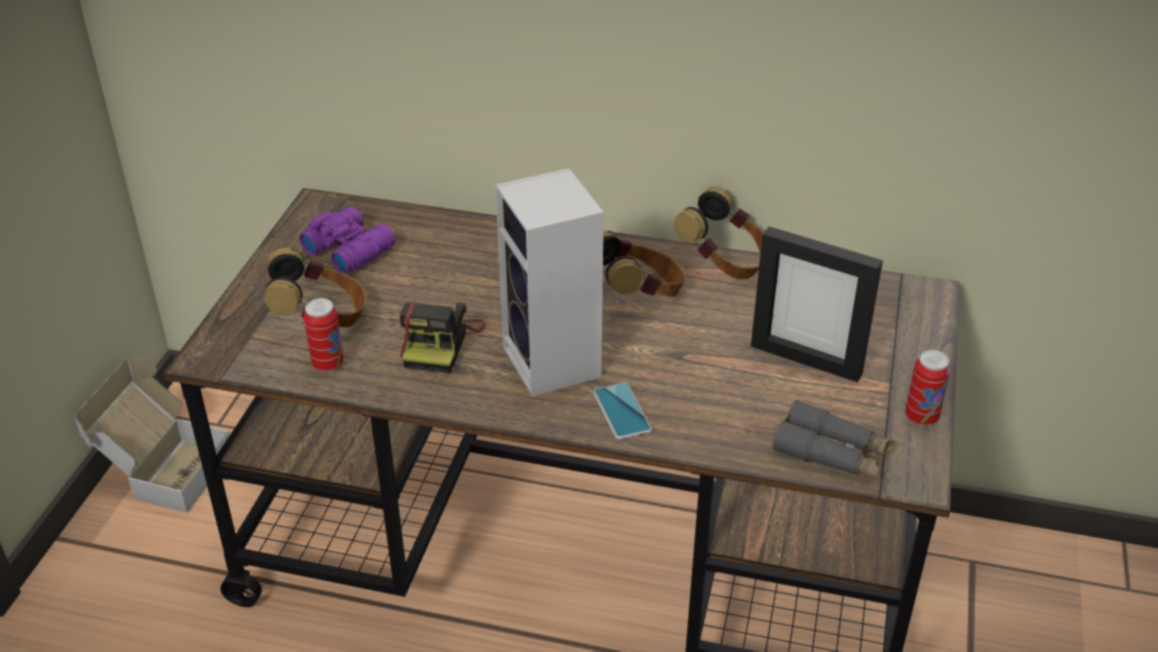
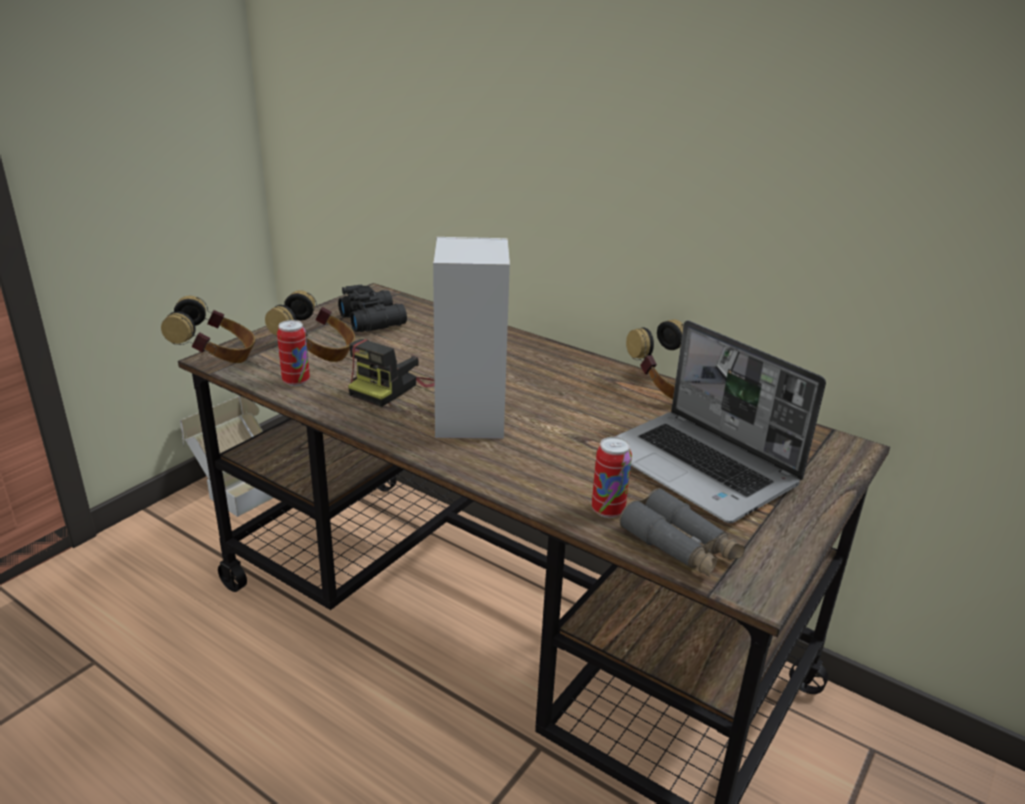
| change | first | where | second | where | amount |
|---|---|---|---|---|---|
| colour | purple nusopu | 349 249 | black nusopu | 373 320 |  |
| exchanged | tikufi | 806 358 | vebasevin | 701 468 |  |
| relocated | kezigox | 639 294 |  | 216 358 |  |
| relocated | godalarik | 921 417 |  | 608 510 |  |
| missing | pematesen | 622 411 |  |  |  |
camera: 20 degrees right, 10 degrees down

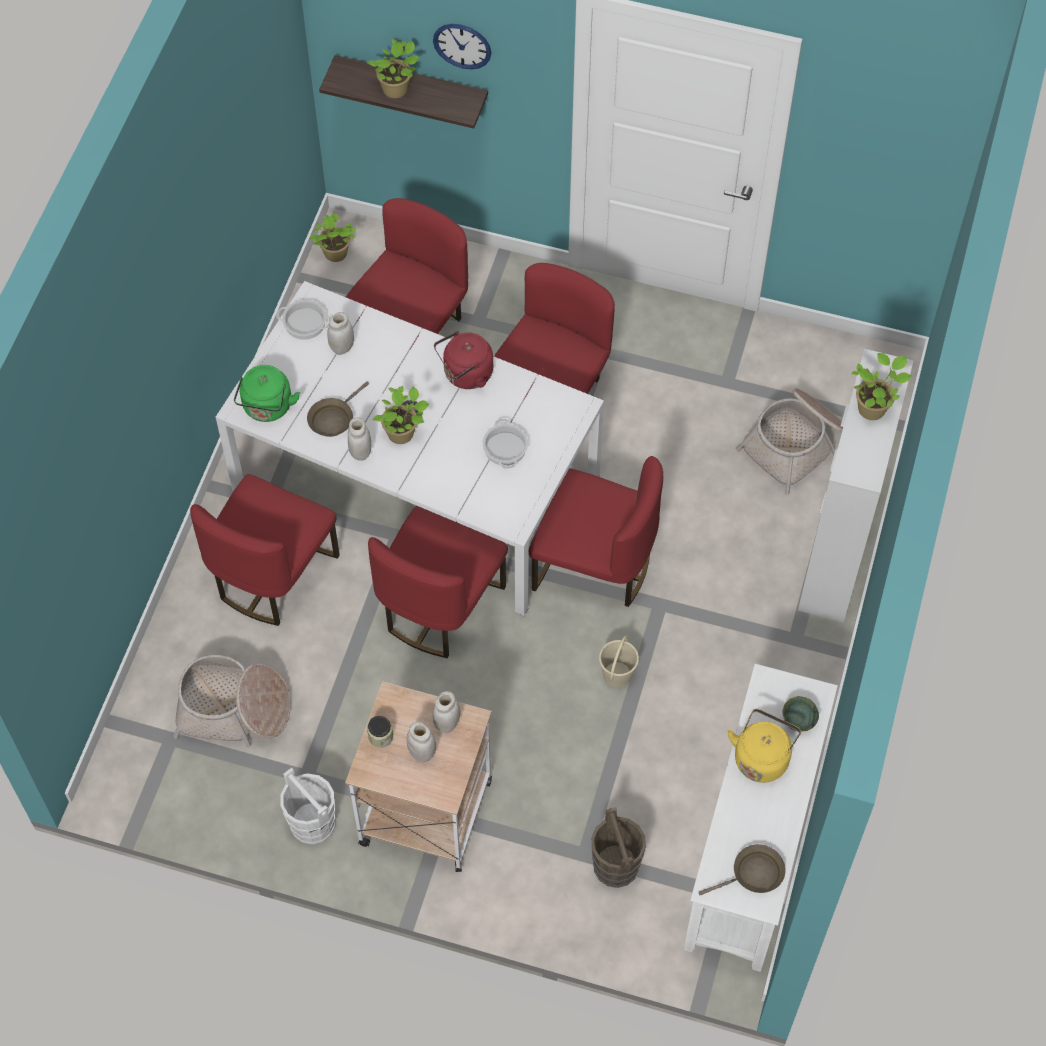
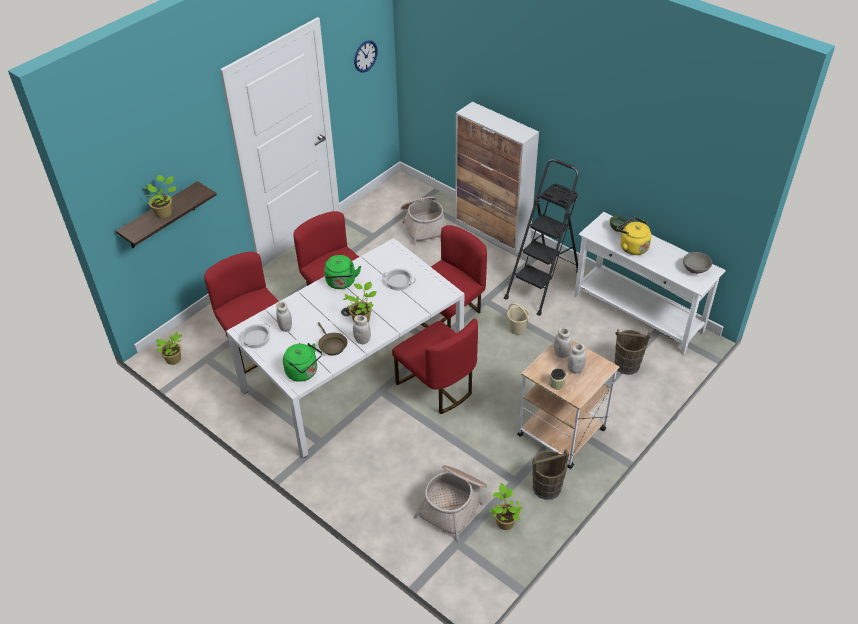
| change | first | where | second | where | amount |
|---|---|---|---|---|---|
| relocated | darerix | 462 45 |  | 365 56 |  |
| colour | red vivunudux | 465 375 | green vivunudux | 341 283 |  |
| relocated | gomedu | 873 407 |  | 504 521 |  |
| missing | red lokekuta | 272 574 |  |  |  |
| colour | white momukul | 312 822 | brown momukul | 546 487 |  |
| exchanged | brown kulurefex | 753 874 | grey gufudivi | 695 269 |  |
| appeared |  |  | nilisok | 543 283 |  |
camera: 65 degrees left, 15 degrees down

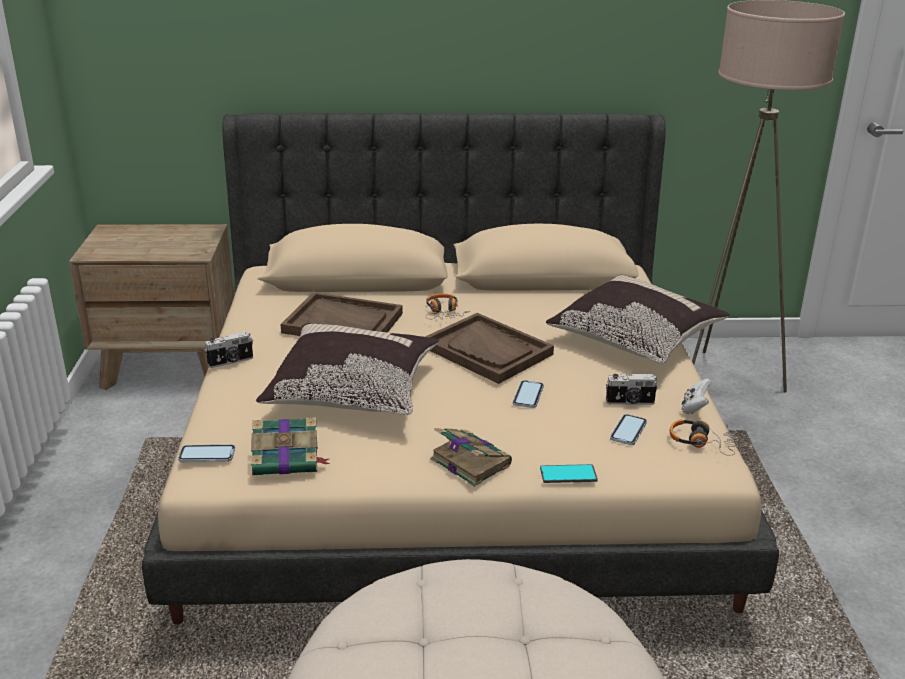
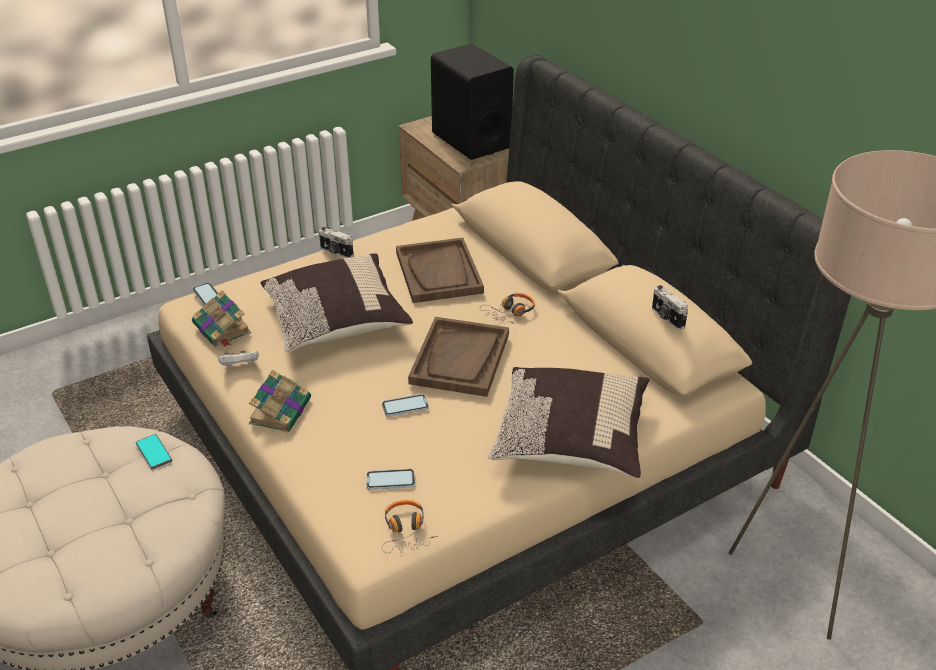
| change | first | where | second | where | amount |
|---|---|---|---|---|---|
| relocated | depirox | 630 402 |  | 667 318 |  |
| relocated | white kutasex | 694 408 |  | 240 366 |  |
| relocated | pematesen | 568 474 |  | 154 452 |  |
| appeared |  |  | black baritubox | 470 140 |  |
camera: 60 degrees right, 10 degrees up

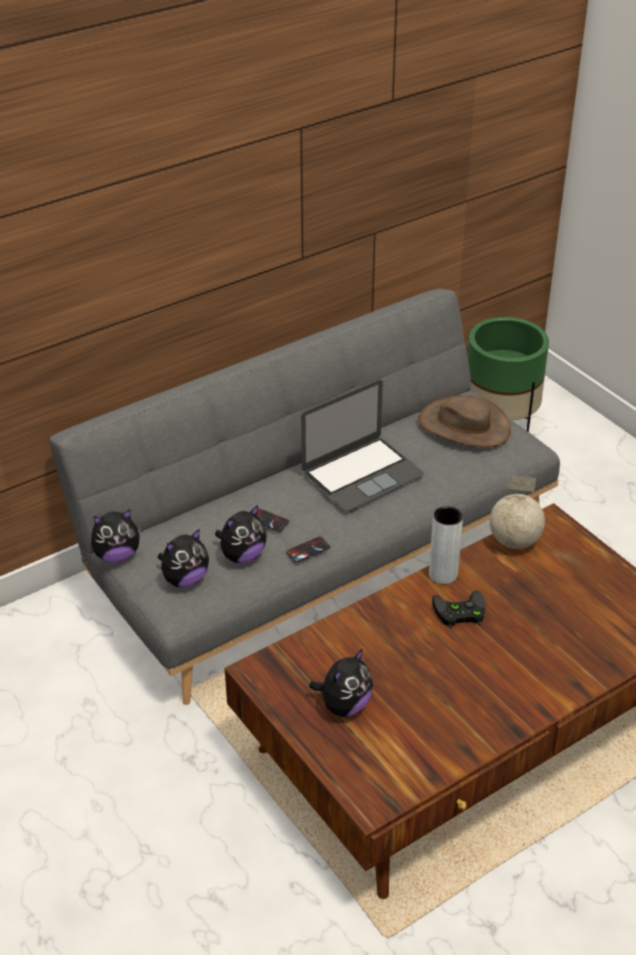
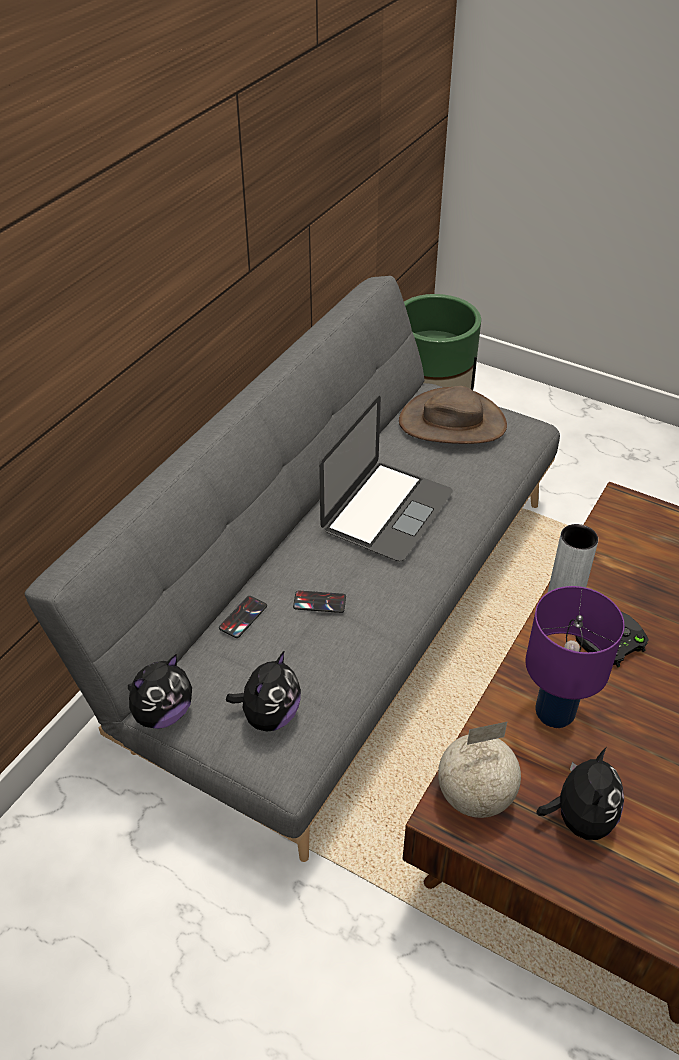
| change | first | where | second | where | amount |
|---|---|---|---|---|---|
| relocated | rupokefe | 515 542 |  | 476 797 |  |
| missing | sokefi | 242 555 |  |  |  |
| relocated | pematesen | 308 550 |  | 243 617 |  |
| appeared |  |  | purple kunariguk | 552 713 |  |
camera: 25 degrees left, 5 degrees up

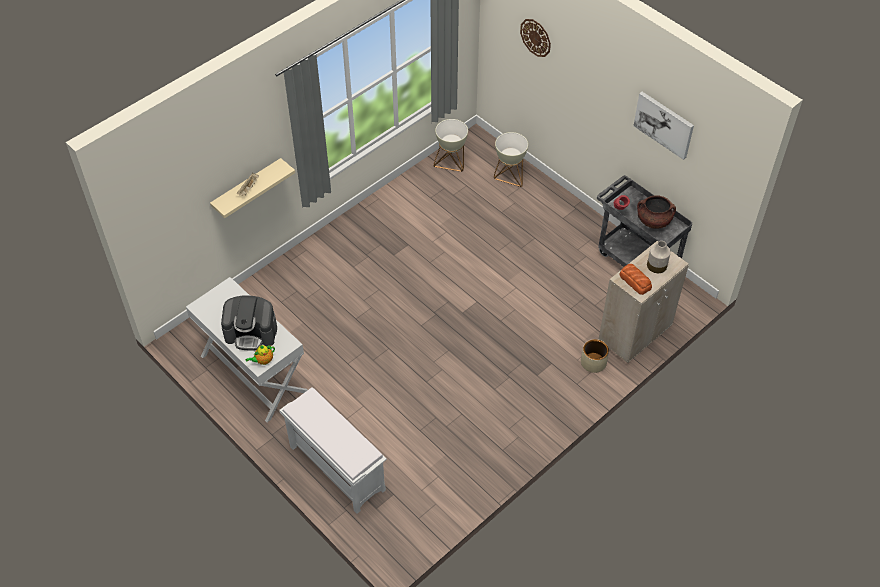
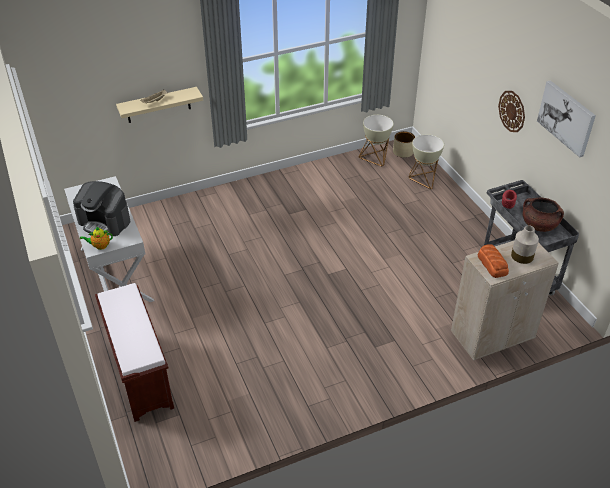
| change | first | where | second | where | amount |
|---|---|---|---|---|---|
| relocated | darerix | 535 37 |  | 512 111 |  |
| relocated | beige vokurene | 593 362 |  | 403 152 |  |
| colour | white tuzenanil | 336 468 | brown tuzenanil | 139 373 |  |
camera: 20 degrees right, 10 degrees down

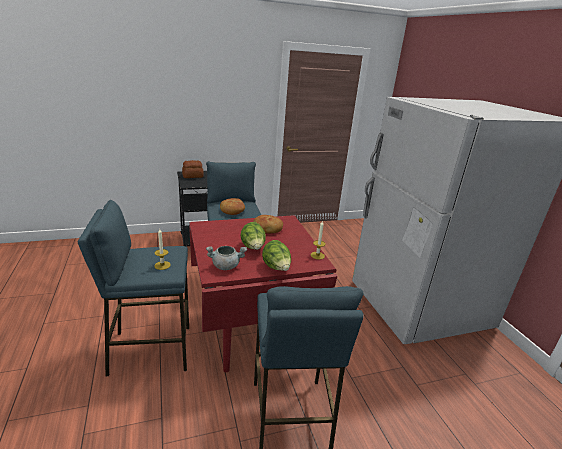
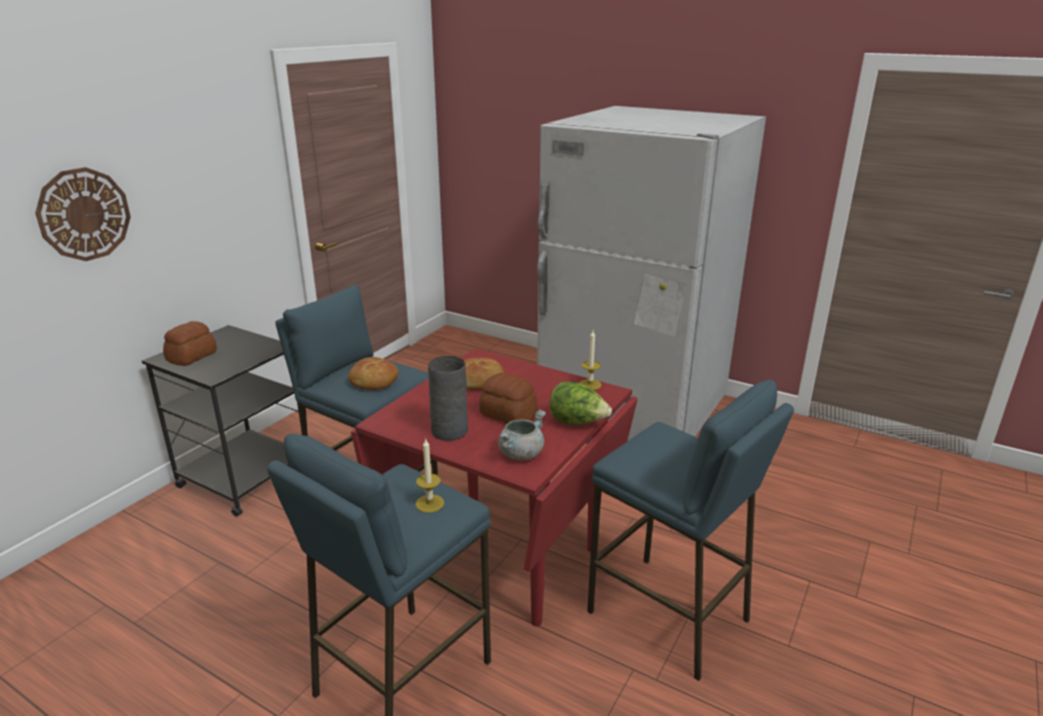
| change | first | where | second | where | amount |
|---|---|---|---|---|---|
| exchanged | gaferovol | 253 248 | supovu | 508 414 |  |
| appeared |  |  | darerix | 84 214 |  |
| appeared |  |  | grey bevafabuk | 448 431 |  |
camera: 40 degrees left, 0 degrees up

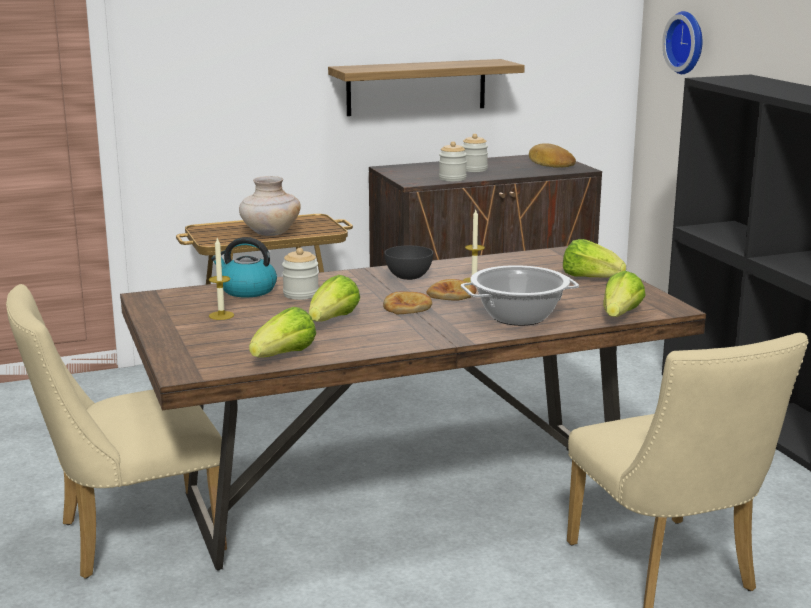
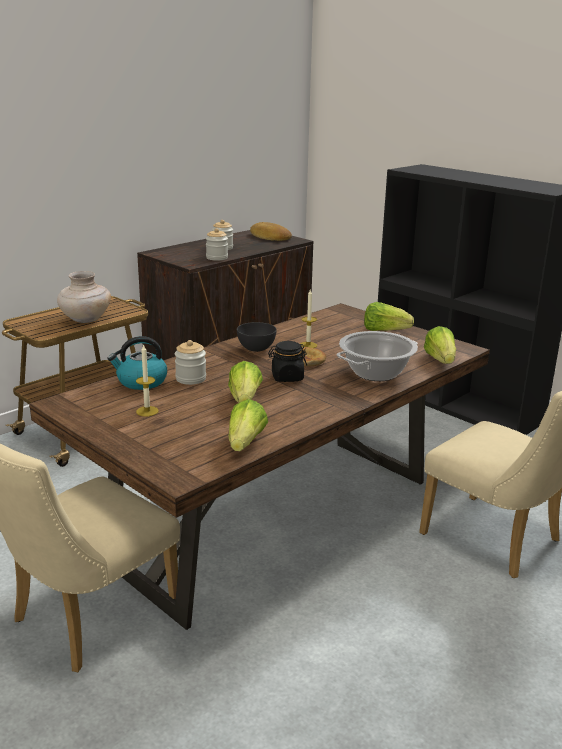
| change | first | where | second | where | amount |
|---|---|---|---|---|---|
| missing | darerix | 687 42 |  |  |  |
| missing | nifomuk | 416 87 |  |  |  |
| exchanged | supovu | 407 307 | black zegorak | 287 377 |  |
camera: 25 degrees left, 5 degrees up

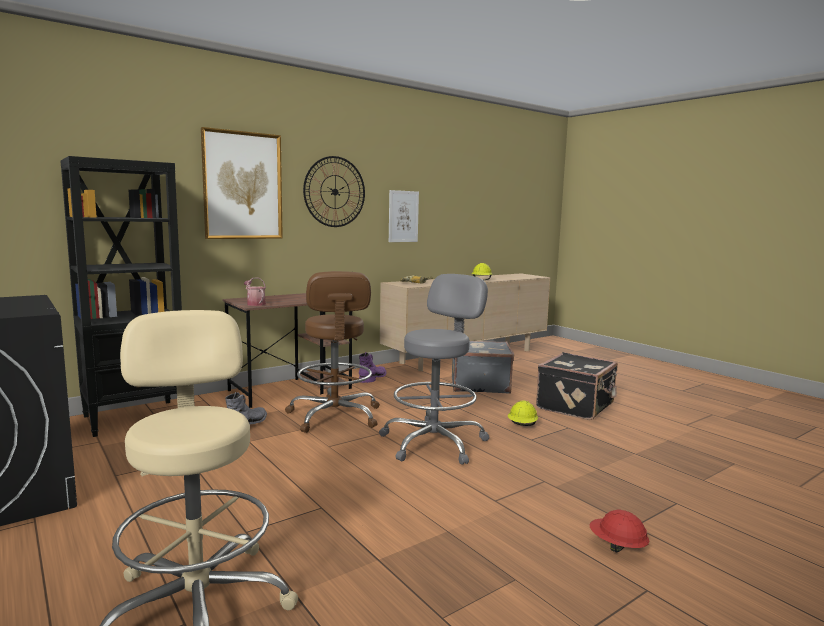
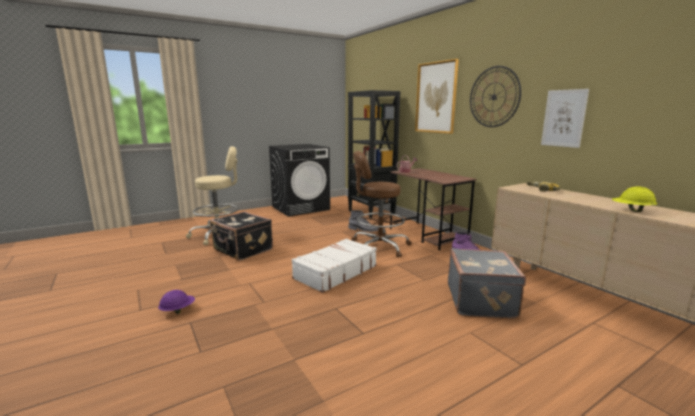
| change | first | where | second | where | amount |
|---|---|---|---|---|---|
| exchanged | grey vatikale | 434 442 | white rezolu | 335 272 |  |
| relocated | black rezolu | 576 406 |  | 242 250 |  |
| missing | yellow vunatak | 522 425 |  |  |  |
| colour | red vunatak | 617 546 | purple vunatak | 178 310 |  |
camera: 95 degrees right, 5 degrees up

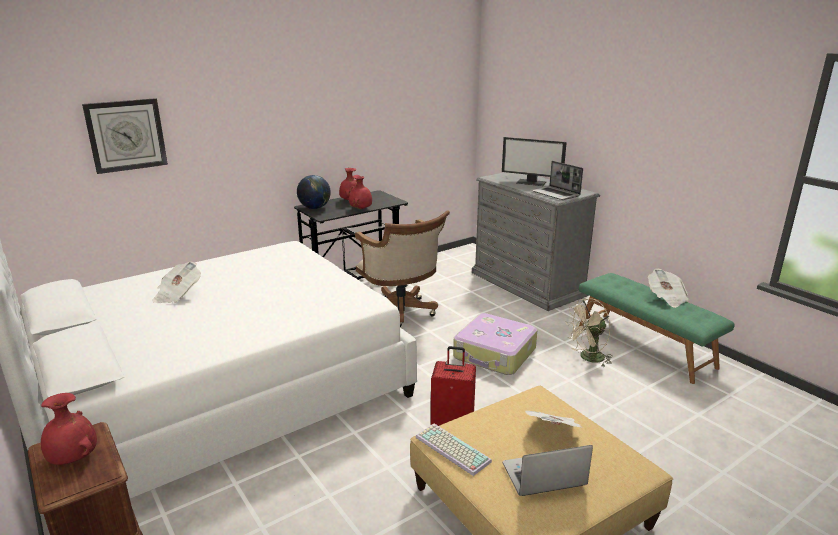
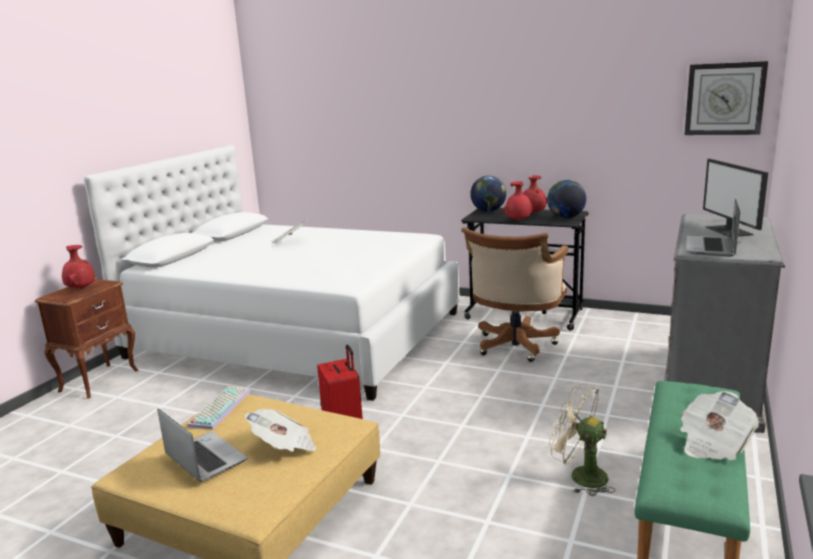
| change | first | where | second | where | amount |
|---|---|---|---|---|---|
| relocated | darerix | 126 135 |  | 724 99 |  |
| missing | rezolu | 495 354 |  |  |  |
| appeared |  |  | rupokefe | 566 218 |  |
camera: 60 degrees right, 5 degrees down

